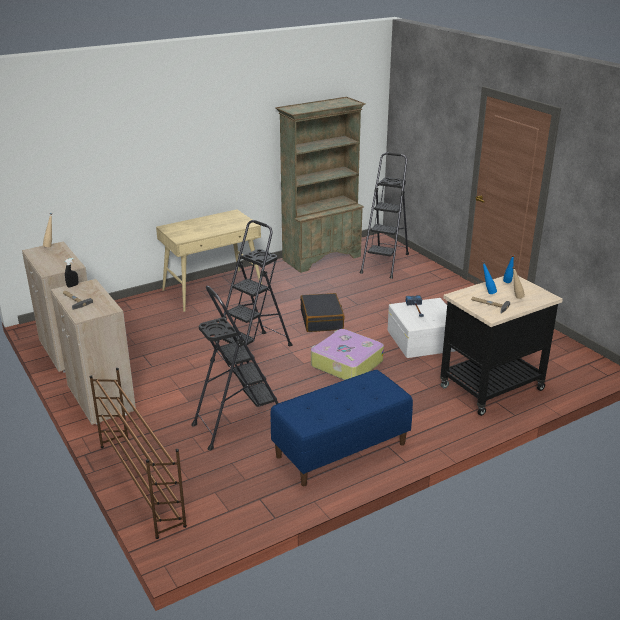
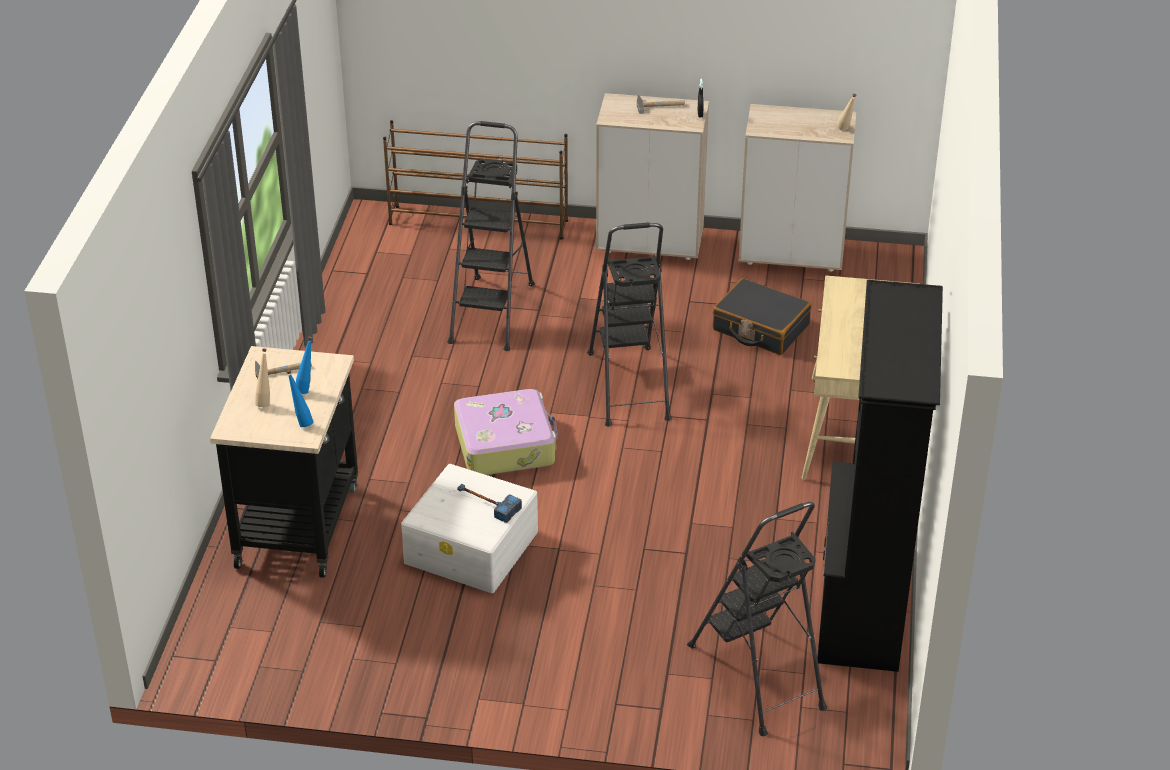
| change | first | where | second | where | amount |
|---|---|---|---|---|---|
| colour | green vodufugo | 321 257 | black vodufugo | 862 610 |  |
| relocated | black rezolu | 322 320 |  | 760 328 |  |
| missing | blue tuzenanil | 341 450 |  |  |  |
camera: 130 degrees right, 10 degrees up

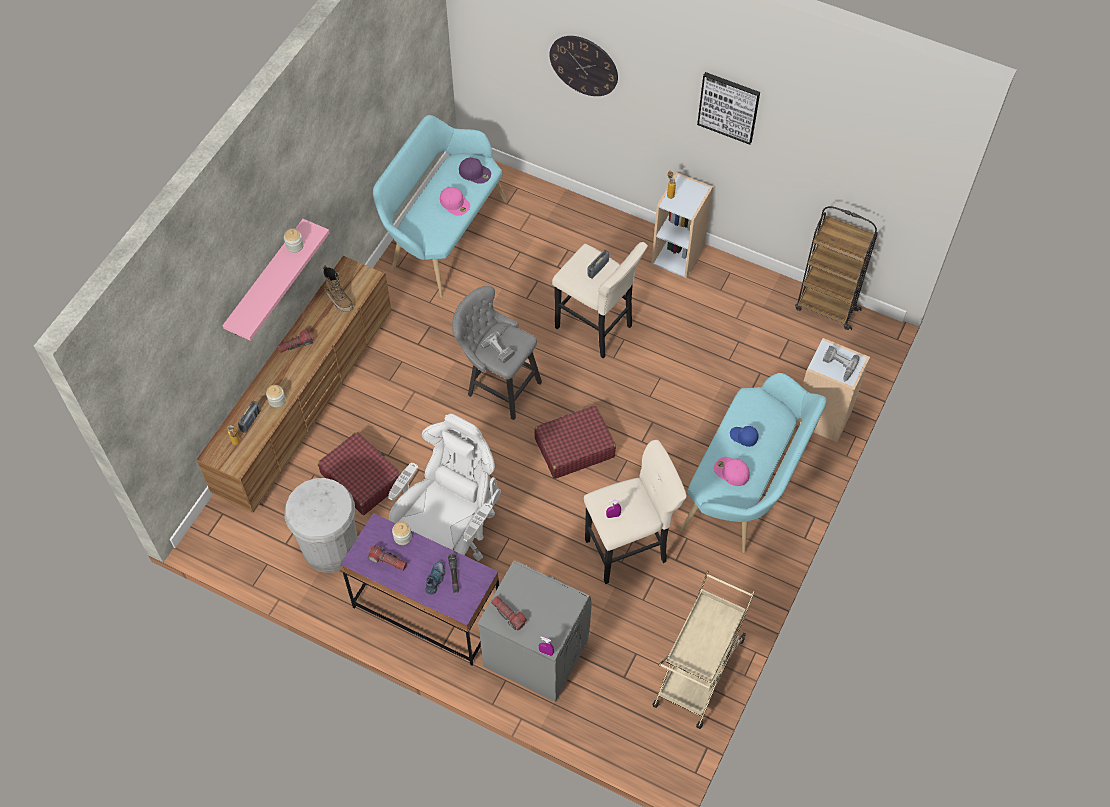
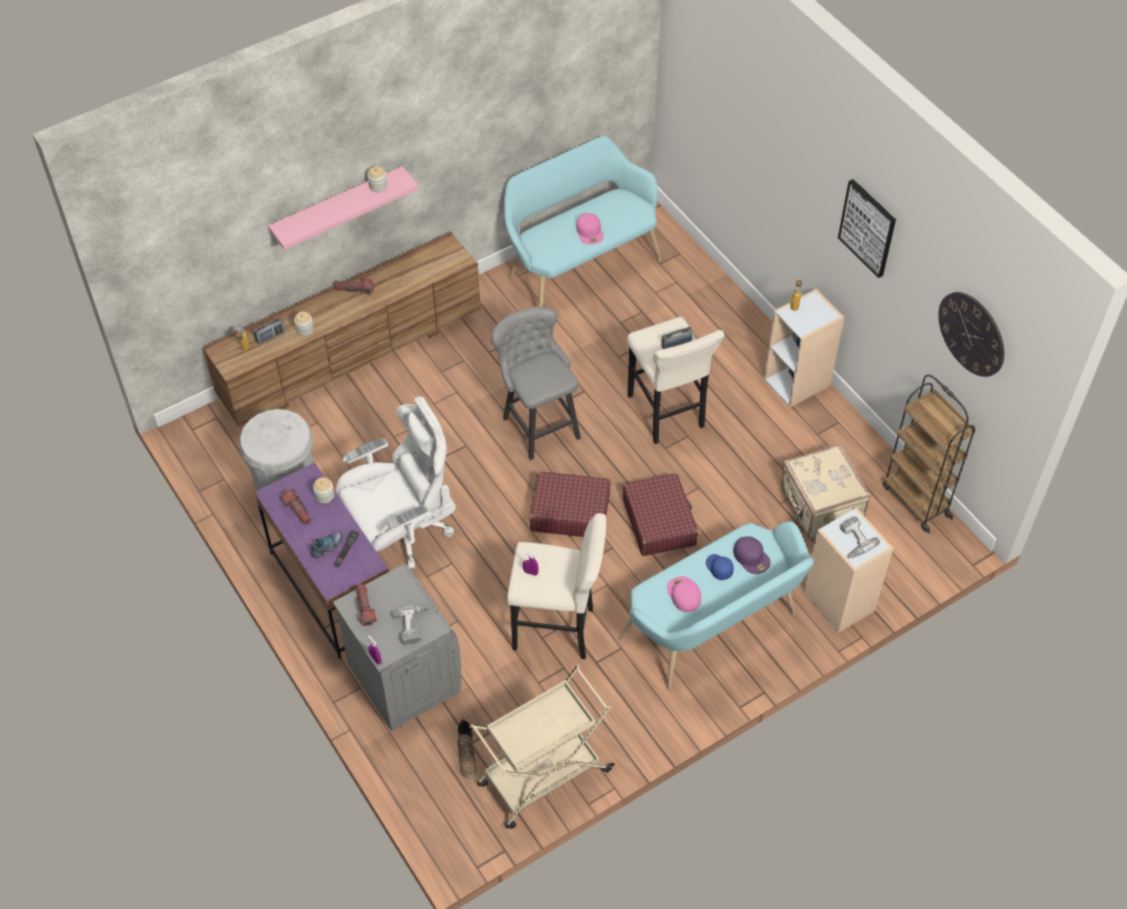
| change | first | where | second | where | amount |
|---|---|---|---|---|---|
| relocated | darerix | 584 65 |  | 971 334 |  |
| relocated | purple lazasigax | 475 172 |  | 752 557 |  |
| relocated | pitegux | 339 300 |  | 467 758 |  |
| relocated | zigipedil | 502 346 |  | 415 625 |  |
| relocated | red rezolu | 361 478 |  | 659 521 |  |
| appeared |  |  | beige rezolu | 819 506 |  |
camera: 30 degrees right, 5 degrees down

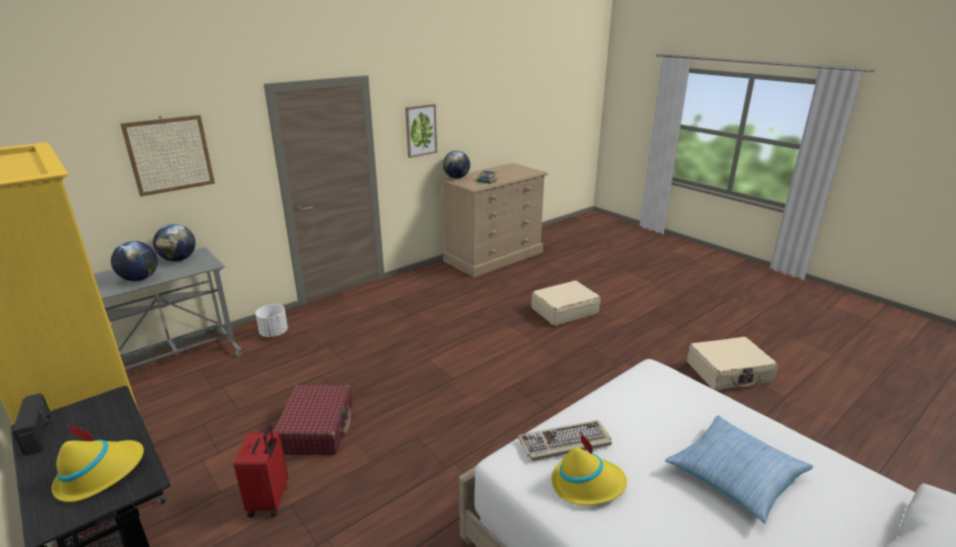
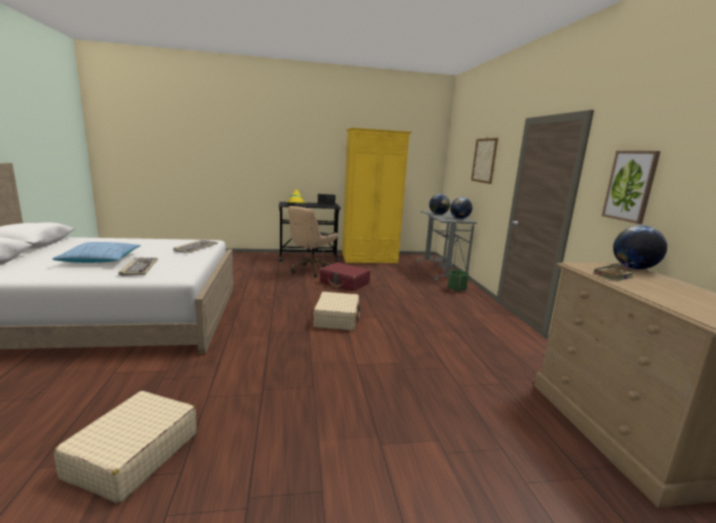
| change | first | where | second | where | amount |
|---|---|---|---|---|---|
| relocated | beige rezolu | 564 311 |  | 337 318 |  |
| colour | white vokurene | 274 333 | green vokurene | 456 290 |  |
| exchanged | red rezolu | 270 500 | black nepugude | 311 271 |  |
| missing | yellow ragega | 587 484 |  |  |  |
| appeared |  |  | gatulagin | 139 268 |  |
camera: 120 degrees right, 10 degrees down

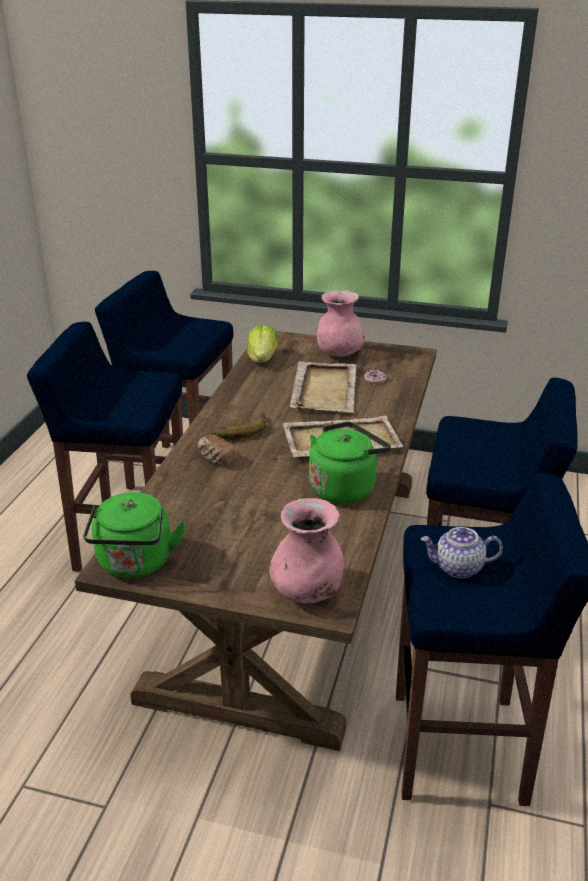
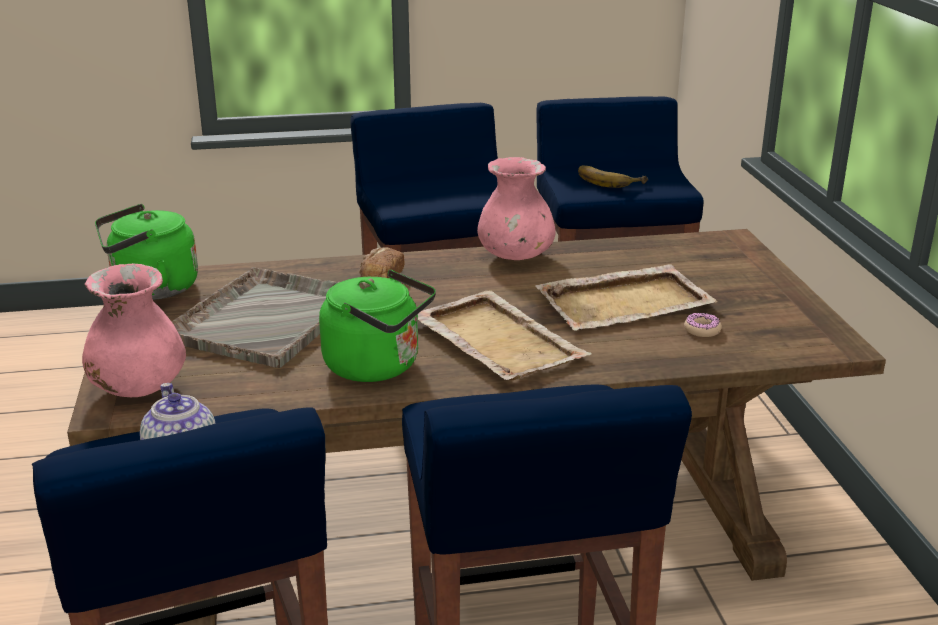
| change | first | where | second | where | amount |
|---|---|---|---|---|---|
| relocated | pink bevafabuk | 339 353 |  | 516 256 |  |
| missing | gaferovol | 263 359 |  |  |  |
| relocated | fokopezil | 239 429 |  | 609 180 |  |
| appeared |  |  | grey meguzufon | 267 318 |  |
camera: 65 degrees right, 5 degrees down

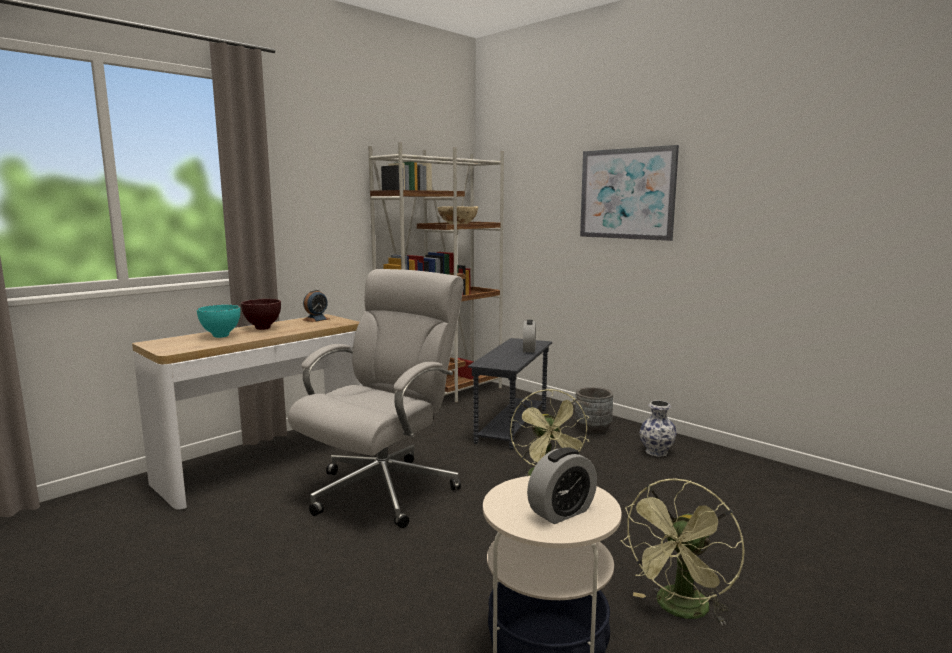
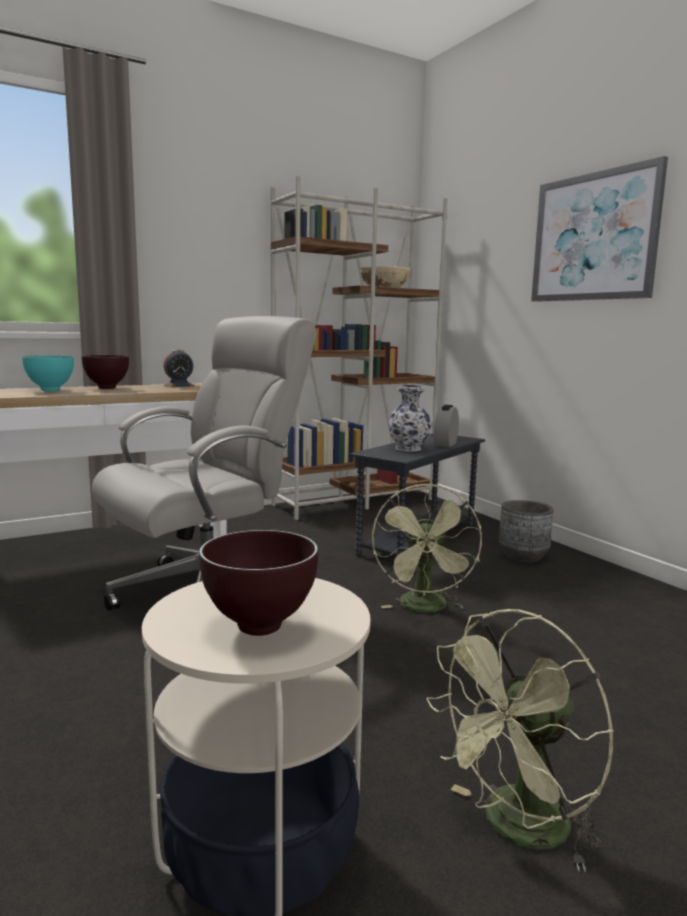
| change | first | where | second | where | amount |
|---|---|---|---|---|---|
| relocated | bevafabuk | 657 452 |  | 408 449 |  |
| exchanged | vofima | 561 512 | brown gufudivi | 261 626 |  |
camera: 15 degrees right, 0 degrees up

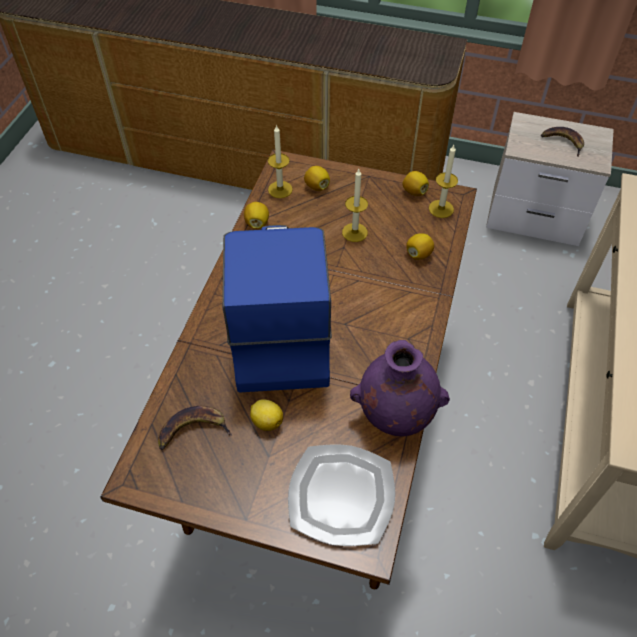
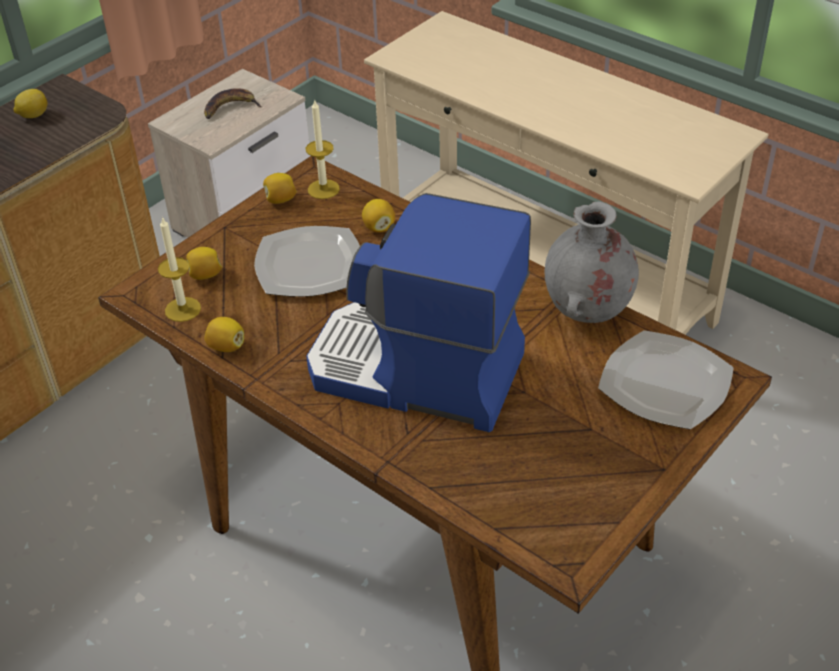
| change | first | where | second | where | amount |
|---|---|---|---|---|---|
| exchanged | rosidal | 354 232 | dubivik | 308 266 |  |
| colour | purple bevafabuk | 395 416 | grey bevafabuk | 587 314 |  |
| relocated | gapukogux | 266 421 |  | 33 115 |  |
| missing | fokopezil | 193 429 |  |  |  |
camera: 65 degrees left, 10 degrees down

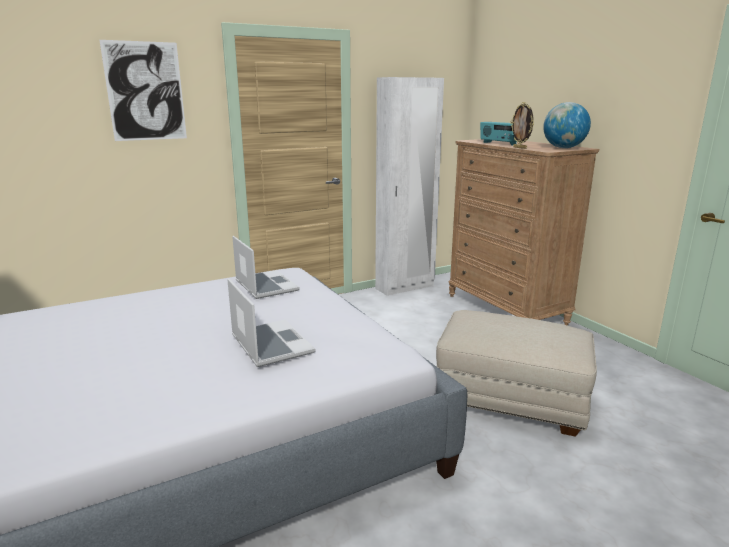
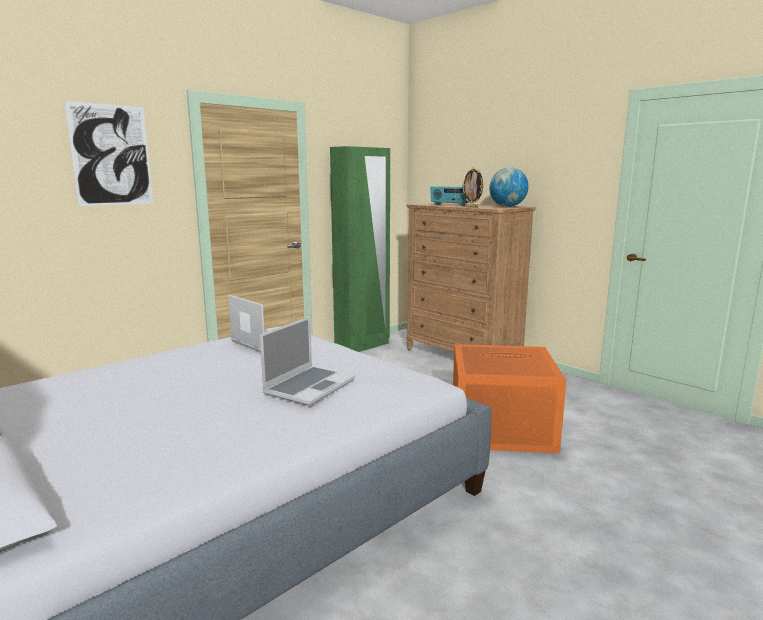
| change | first | where | second | where | amount |
|---|---|---|---|---|---|
| colour | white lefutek | 405 287 | green lefutek | 362 346 |  |
| spun | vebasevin | 270 344 |  | 309 386 | 75 degrees clockwise |
| exchanged | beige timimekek | 509 400 | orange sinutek | 499 428 |  |
camera: 15 degrees left, 5 degrees down

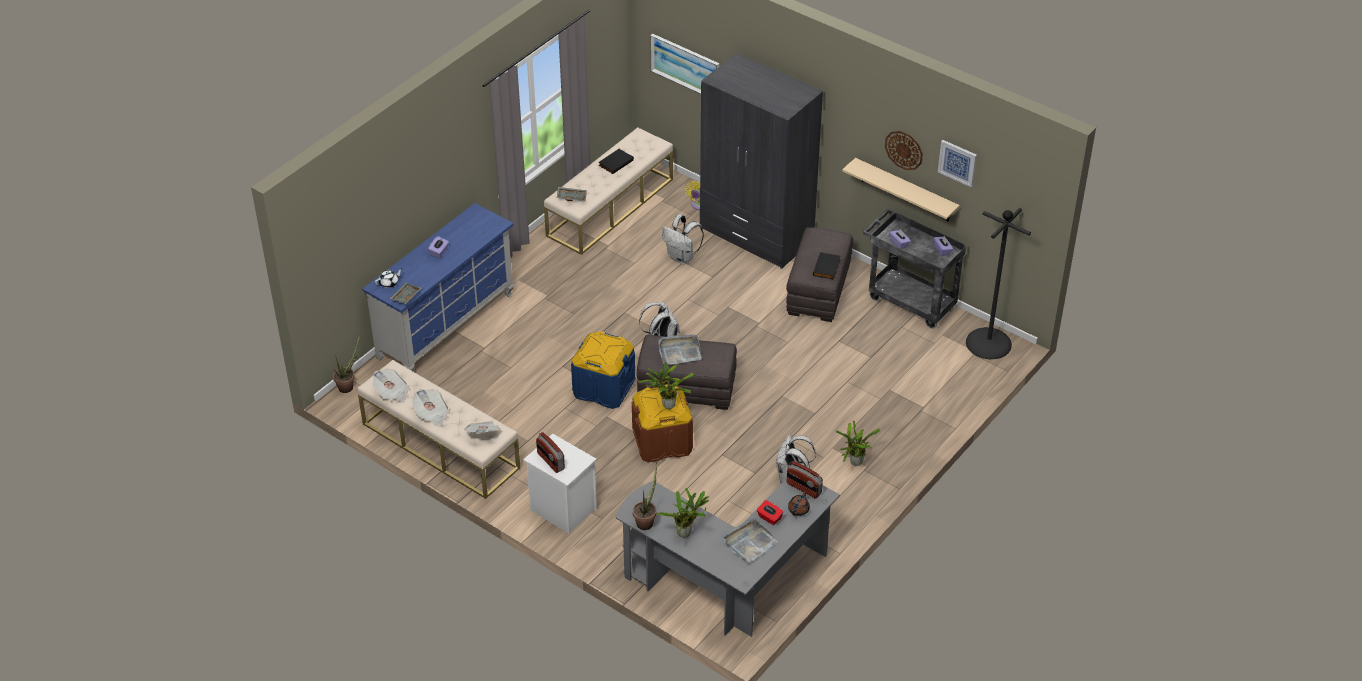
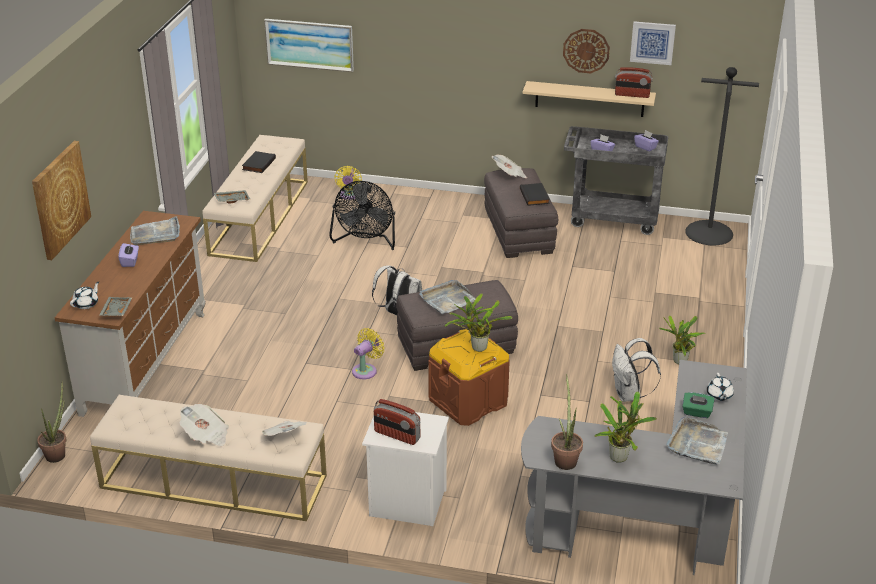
| change | first | where | second | where | amount |
|---|---|---|---|---|---|
| missing | grey lefutek | 756 235 |  |  |  |
| colour | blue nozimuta | 447 326 | brown nozimuta | 147 362 |  |
| exchanged | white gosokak | 682 257 | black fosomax | 364 239 |  |
| exchanged | blue sinutek | 603 388 | yellow fosomax | 366 370 |  |
| relocated | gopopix | 392 393 |  | 509 175 |  |
| relocated | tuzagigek | 803 488 |  | 632 95 |  |
| colour | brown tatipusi | 798 510 | white tatipusi | 719 395 |  |
| colour | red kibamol | 769 518 | green kibamol | 696 412 |  |
| appeared |  |  | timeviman | 60 199 |  |
| appeared |  |  | grey meguzufon | 155 234 |  |
camera: 25 degrees left, 10 degrees down

